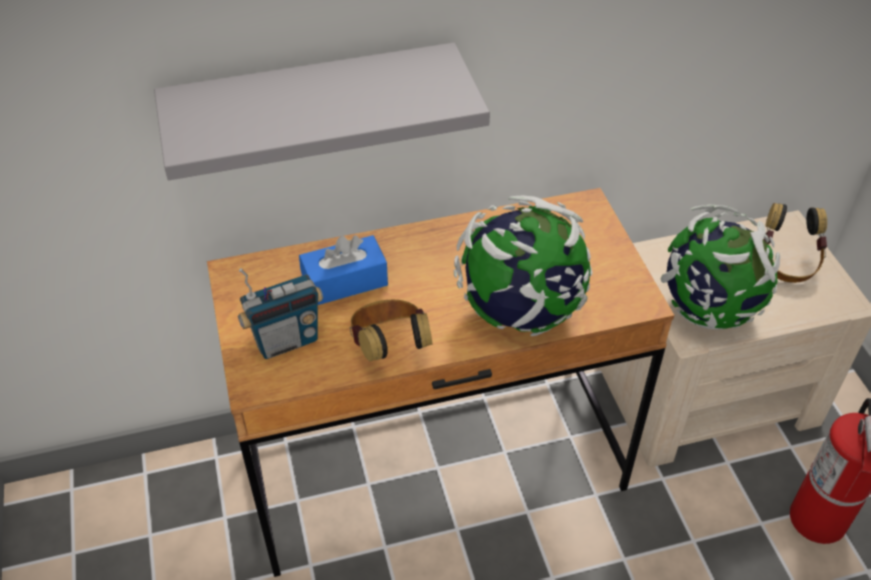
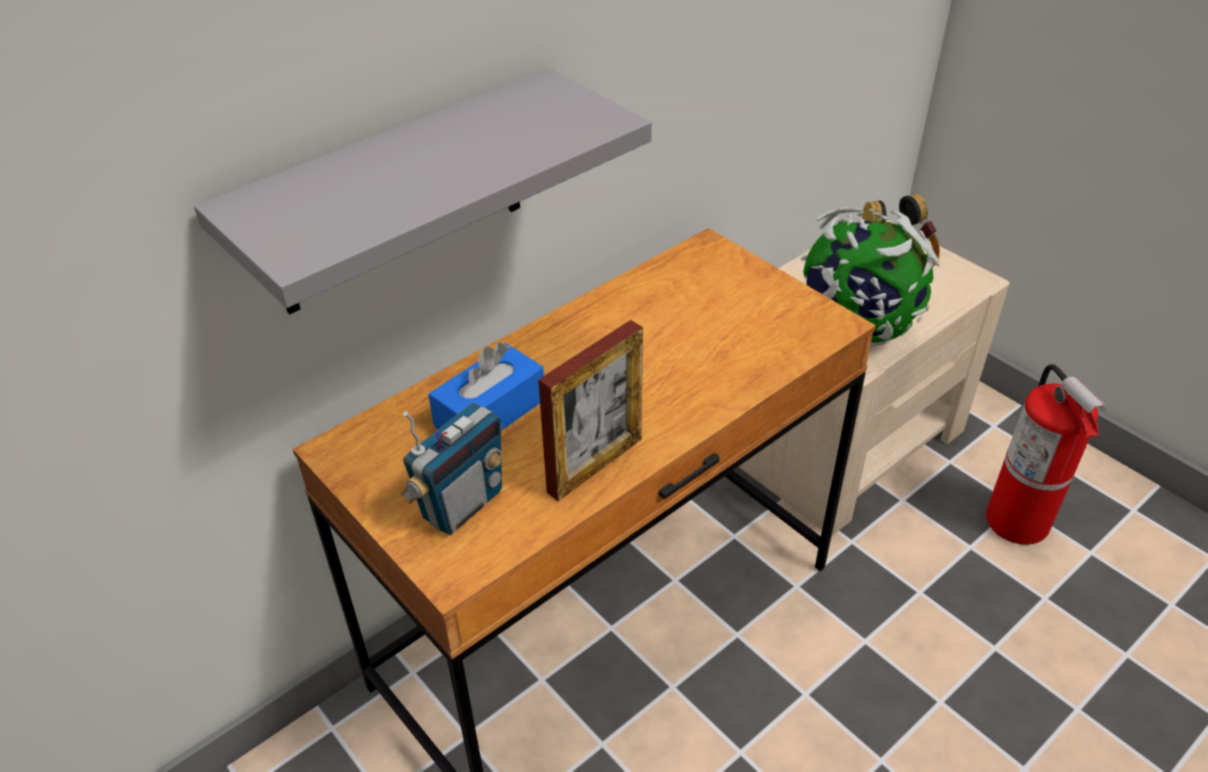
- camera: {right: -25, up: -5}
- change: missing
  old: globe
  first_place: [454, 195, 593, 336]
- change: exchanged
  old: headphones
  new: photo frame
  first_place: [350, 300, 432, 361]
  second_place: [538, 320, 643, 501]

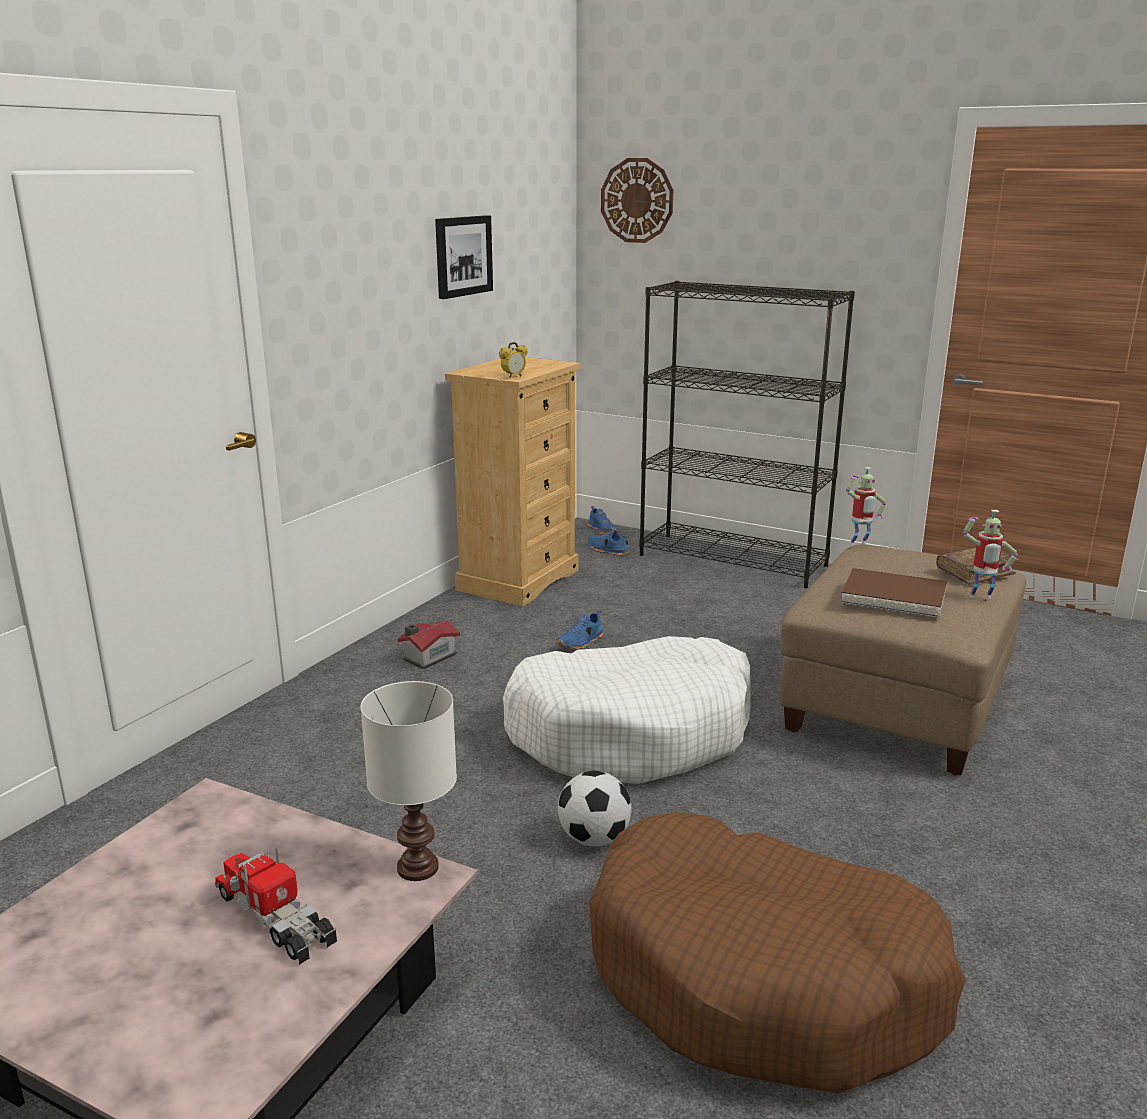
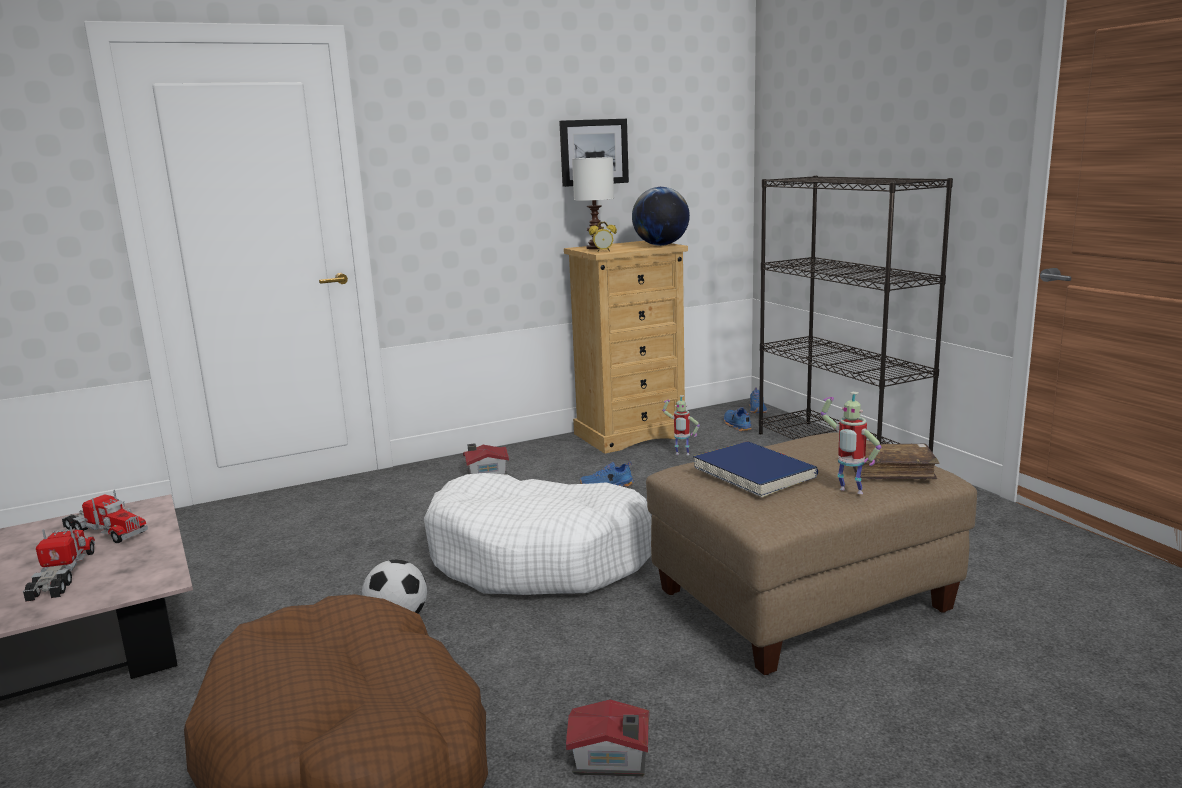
- camera: {right: 35, up: -5}
- change: missing
  old: hanging clock
  first_place: [601, 158, 673, 243]
- change: appeared
  new: model truck
  second_place: [62, 490, 148, 543]
- change: appeared
  new: toy house
  second_place: [566, 699, 649, 777]
- change: appeared
  new: globe
  second_place: [632, 187, 690, 246]
- change: relocated
  old: whitish lamp for a table
  first_place: [360, 681, 457, 881]
  second_place: [572, 157, 614, 249]
- change: relocated
  old: robot figure
  first_place: [846, 467, 886, 546]
  second_place: [662, 395, 700, 455]
- change: colour
  old: brown book
  new: bluish book
  first_place: [841, 568, 947, 618]
  second_place: [693, 441, 818, 497]

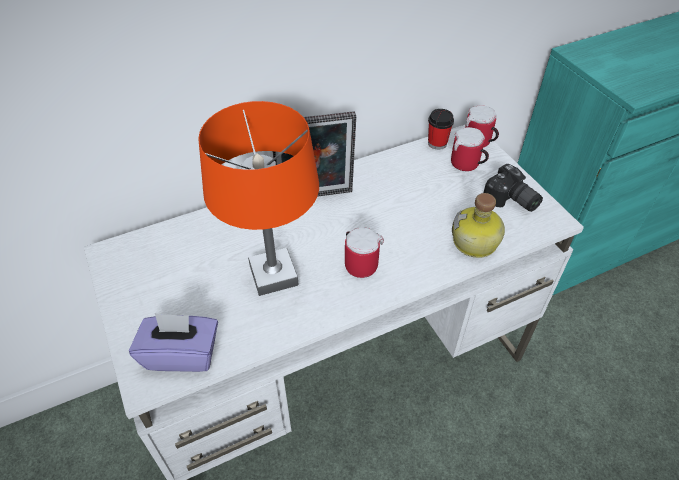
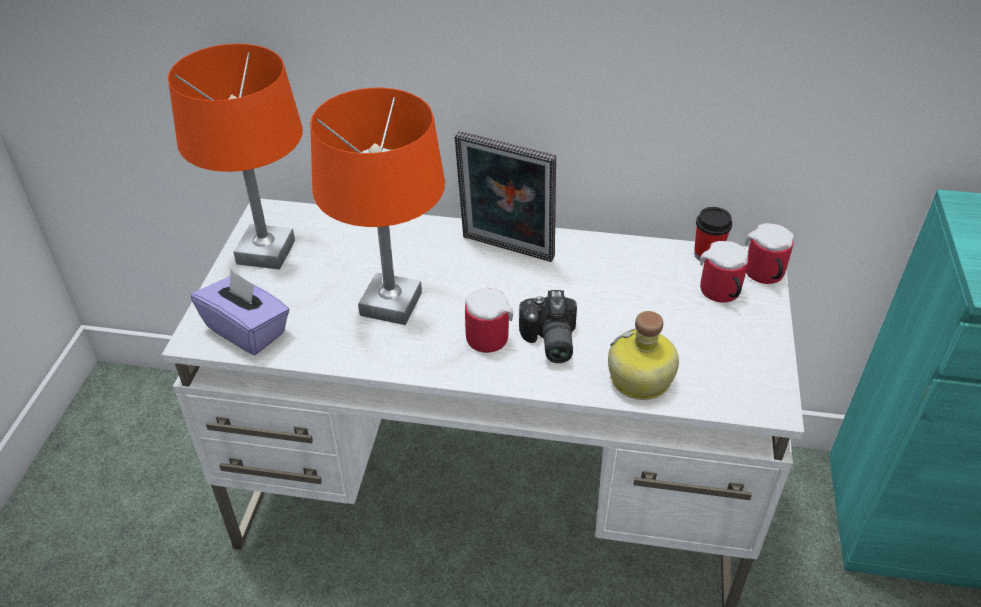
- camera: {right: 35, up: -5}
- change: appeared
  new: orangey lamp for a table
  second_place: [168, 44, 303, 270]
- change: relocated
  old: photo camera
  first_place: [483, 164, 543, 212]
  second_place: [519, 290, 577, 363]

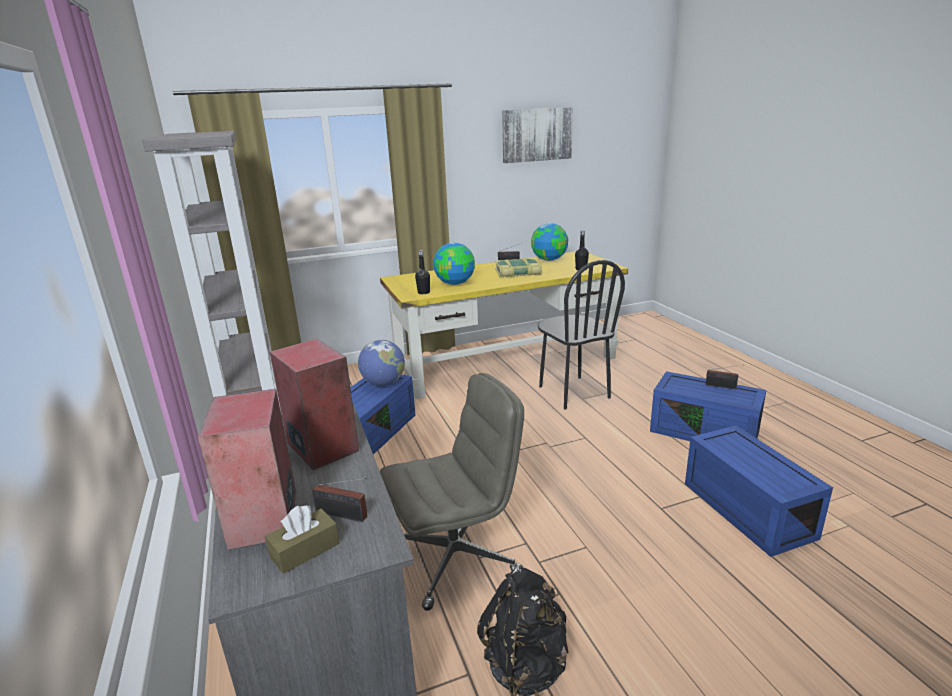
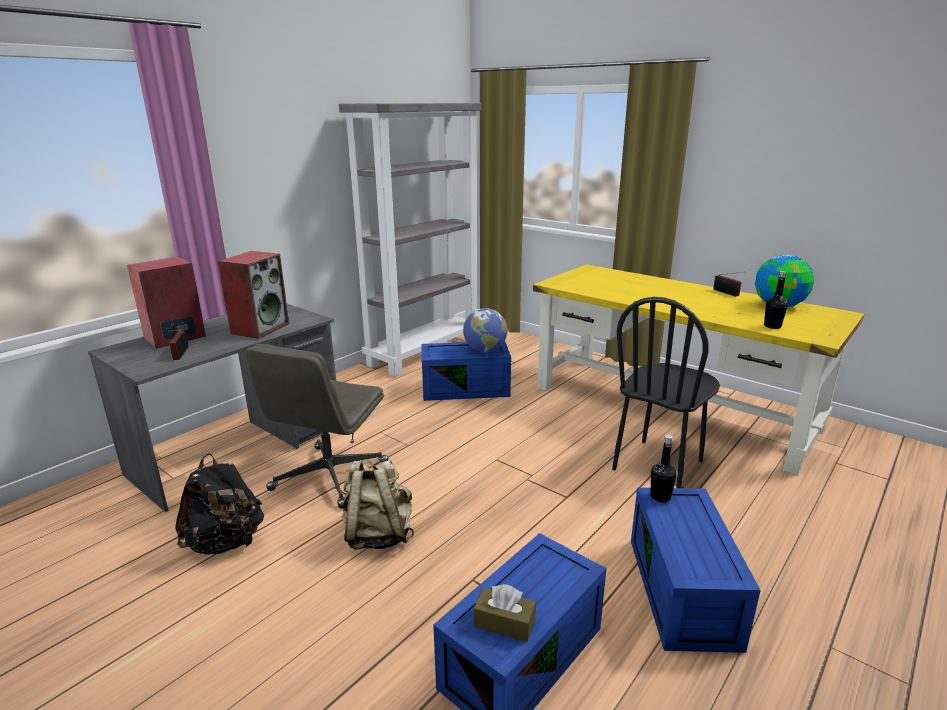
- camera: {right: 60, up: 0}
- change: missing
  old: globe
  first_place: [433, 242, 475, 285]
- change: missing
  old: book
  first_place: [495, 258, 542, 277]
- change: missing
  old: picture
  first_place: [502, 107, 573, 163]
- change: missing
  old: radio
  first_place: [705, 365, 741, 389]
- change: appeared
  new: beige-coloured backpack
  second_place: [341, 460, 414, 550]
- change: relocated
  old: brown tissue box
  first_place: [265, 506, 339, 574]
  second_place: [474, 584, 536, 642]
- change: relocated
  old: black-coloured drink bottle
  first_place: [415, 250, 430, 294]
  second_place: [650, 435, 677, 502]
- change: spun
  old: greyish desk chair
  first_place: [380, 373, 524, 611]
  second_place: [245, 344, 389, 509]
  degrees: 75

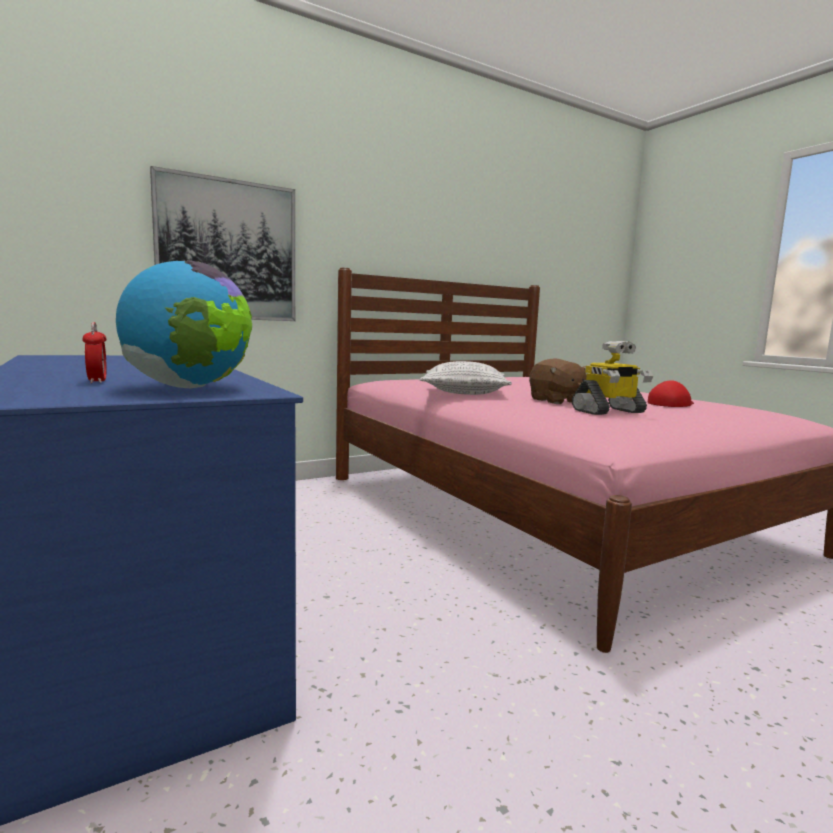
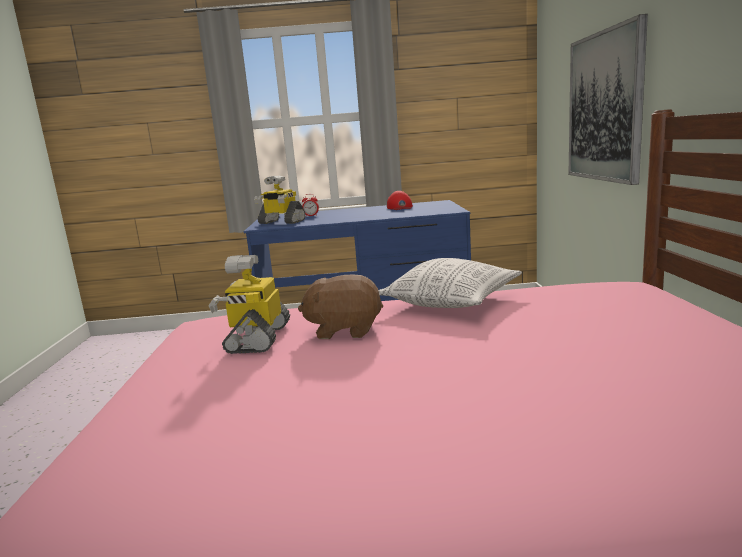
- camera: {right: 120, up: 5}
- change: relocated
  old: red peaked cap
  first_place: [648, 380, 694, 407]
  second_place: [387, 191, 413, 210]
- change: exchanged
  old: globe
  new: robot figure
  first_place: [116, 260, 252, 388]
  second_place: [254, 176, 305, 224]

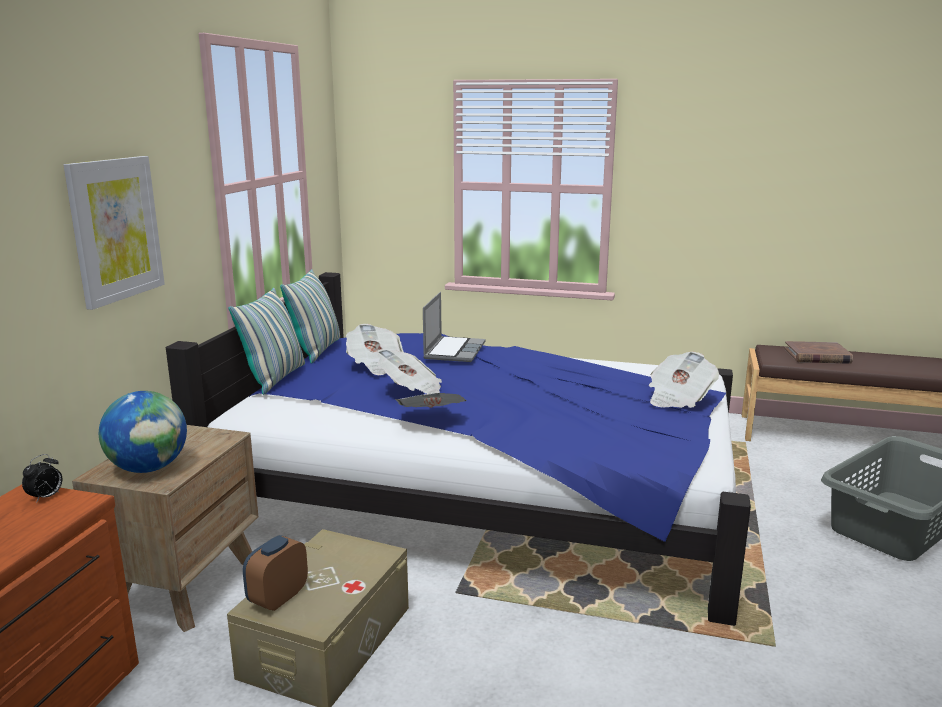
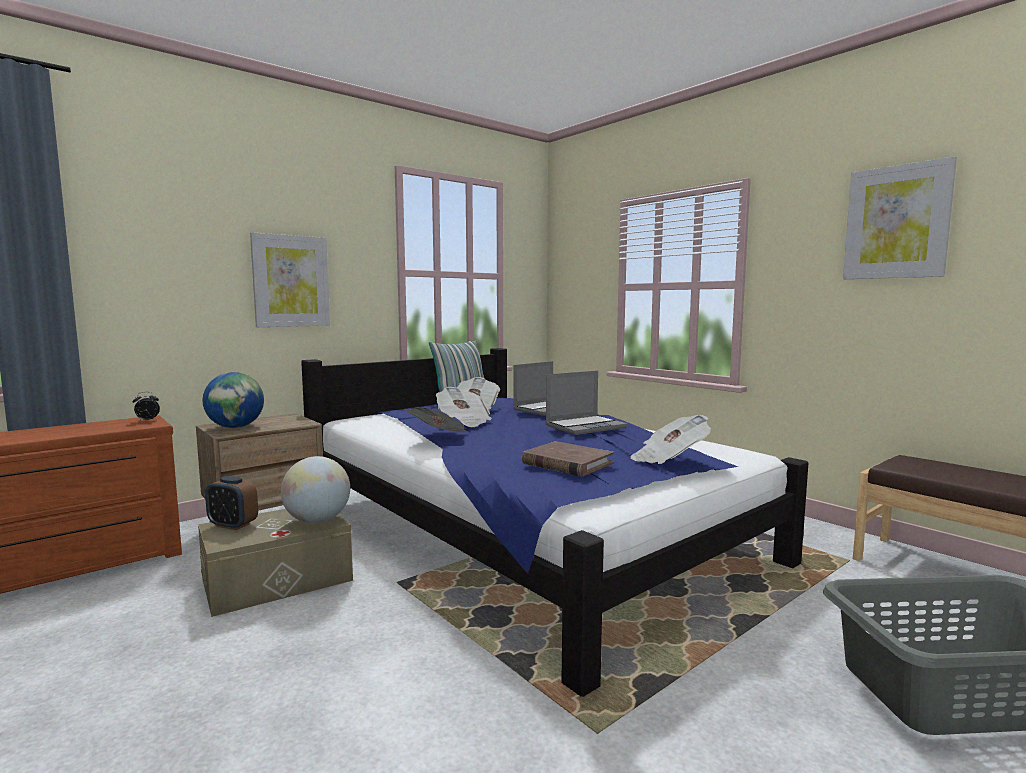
- camera: {right: 35, up: -10}
- change: missing
  old: throw pillow
  first_place: [229, 288, 305, 395]
- change: appeared
  new: globe
  second_place: [281, 456, 350, 523]
- change: appeared
  new: laptop
  second_place: [545, 371, 627, 435]
- change: appeared
  new: picture
  second_place: [843, 156, 957, 279]
- change: relocated
  old: brown book
  first_place: [785, 341, 853, 364]
  second_place: [522, 441, 614, 476]
- change: spun
  old: alarm clock
  first_place: [243, 535, 308, 611]
  second_place: [205, 476, 258, 530]
  degrees: -135

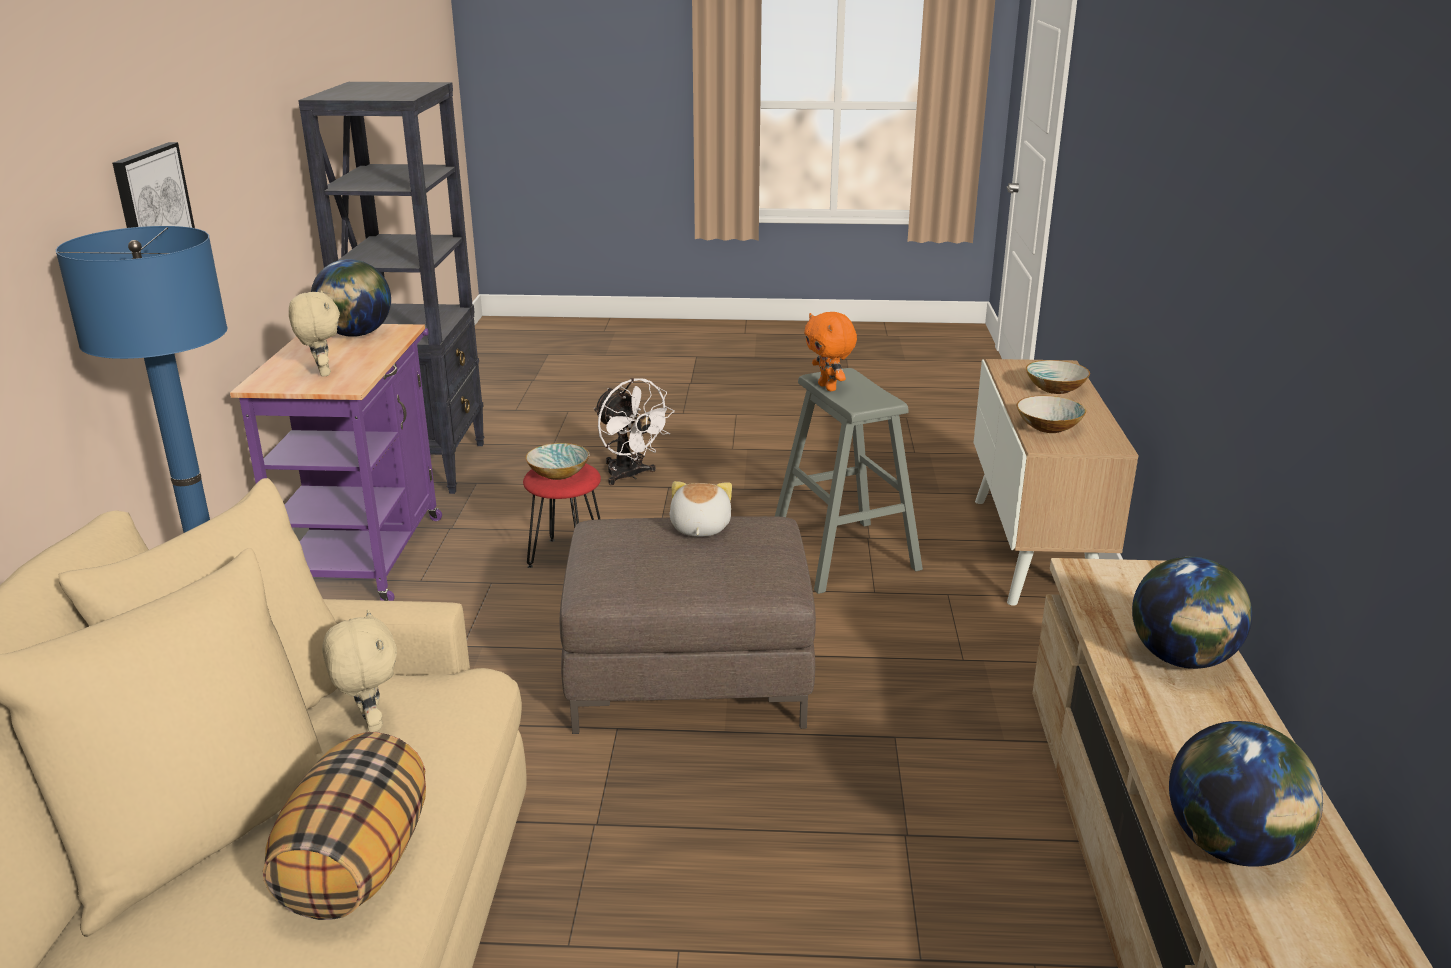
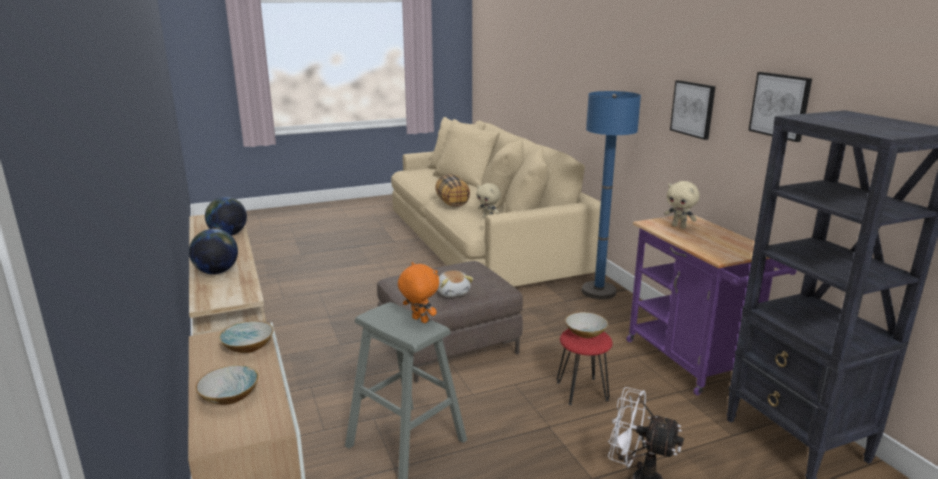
- camera: {right: 155, up: -5}
- change: missing
  old: globe
  first_place: [311, 259, 391, 337]
- change: appeared
  new: picture
  second_place: [748, 72, 812, 142]

